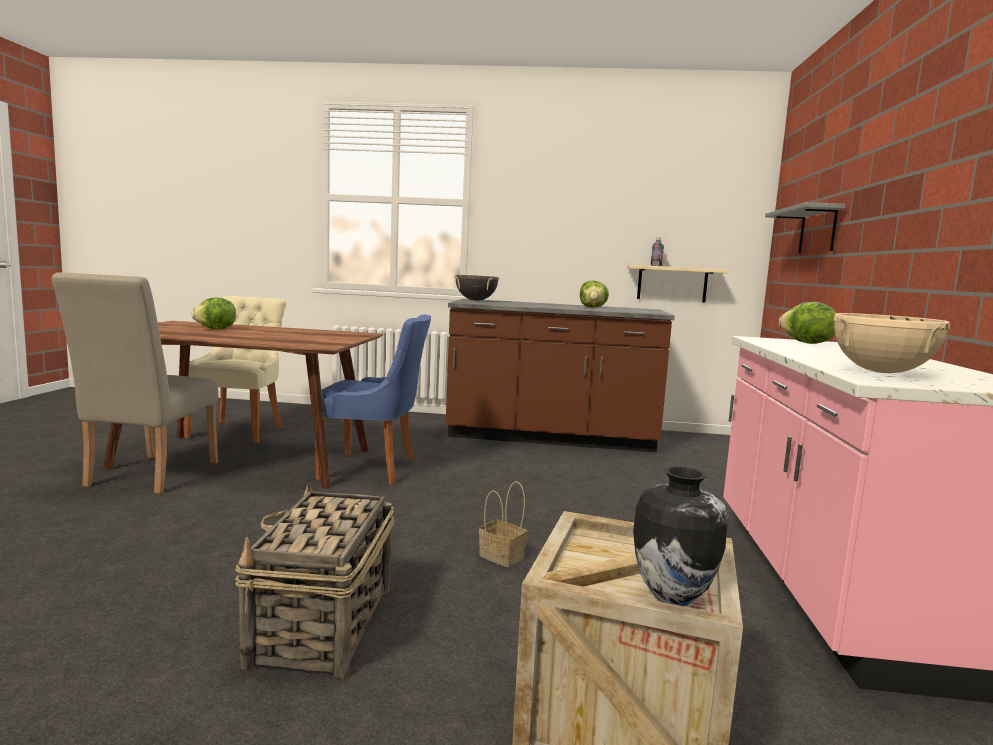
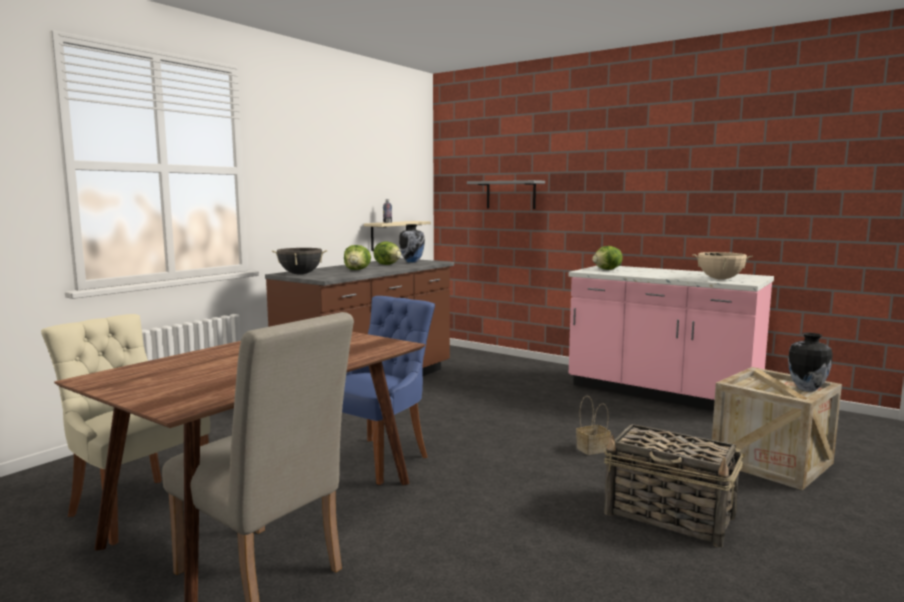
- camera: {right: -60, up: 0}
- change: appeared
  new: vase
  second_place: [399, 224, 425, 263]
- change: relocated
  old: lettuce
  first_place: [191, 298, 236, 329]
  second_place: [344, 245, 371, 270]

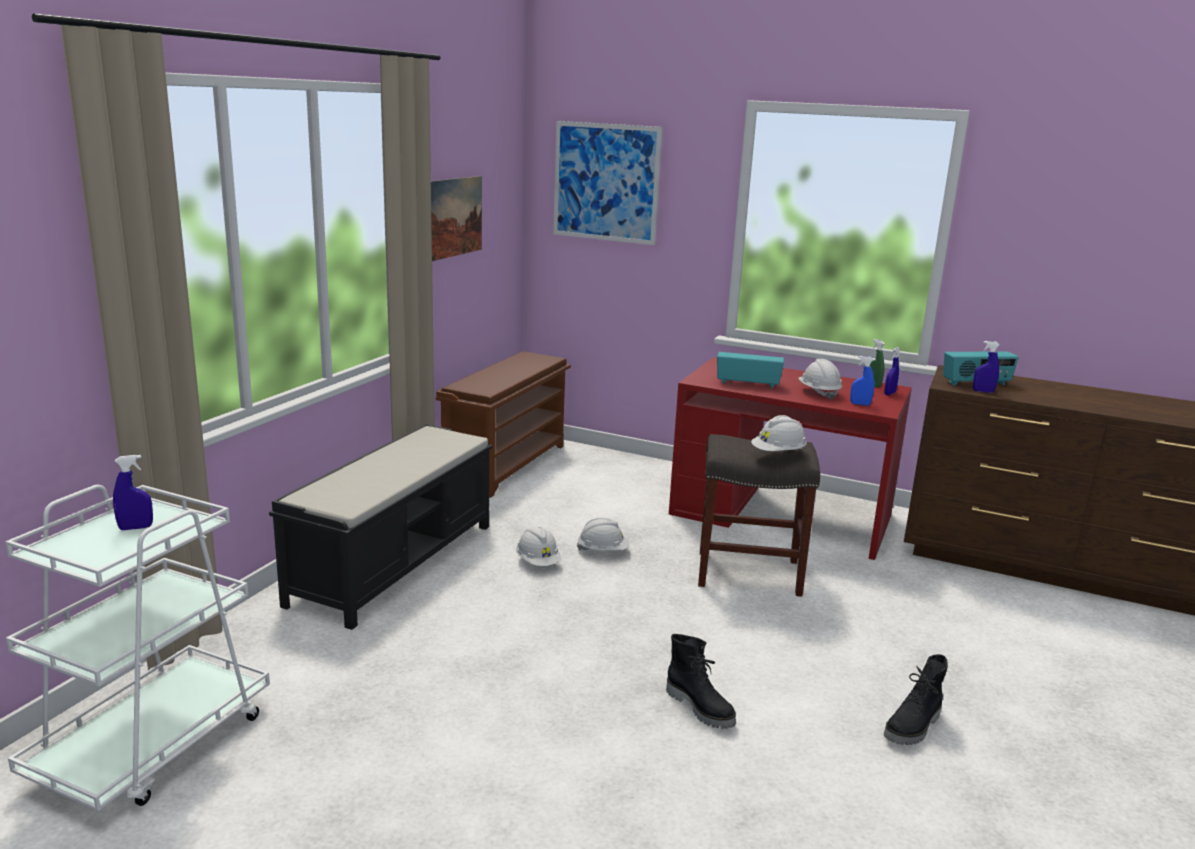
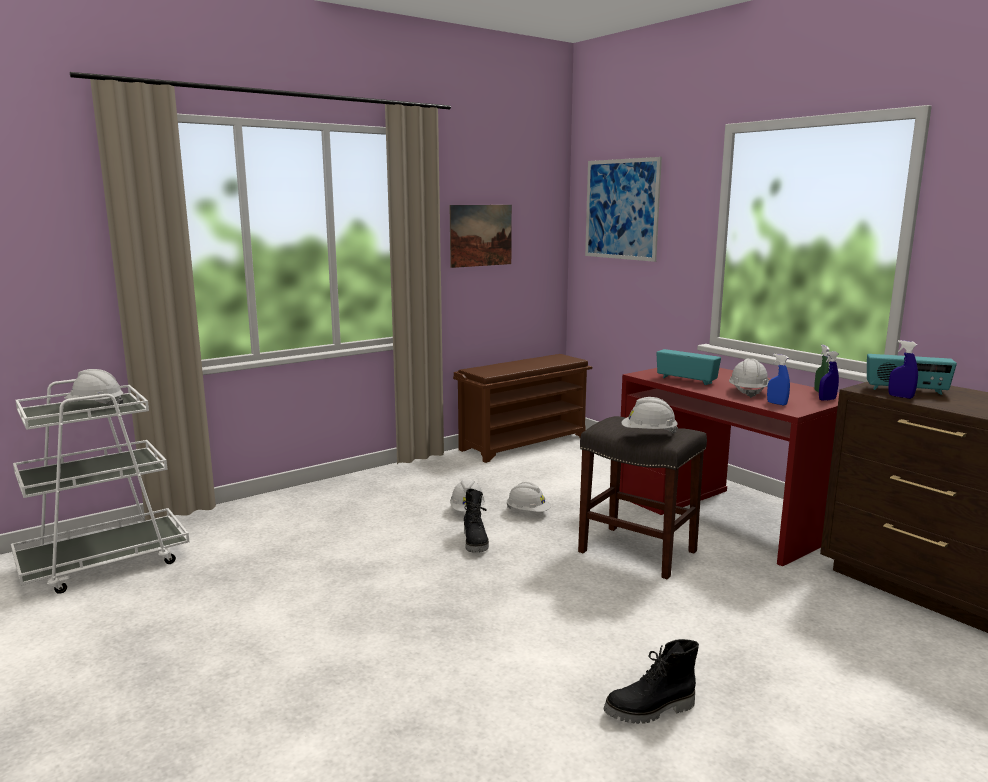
- camera: {right: 30, up: -5}
- change: missing
  old: black-coloured indoor bench
  first_place: [269, 424, 492, 630]
- change: relocated
  old: black-coloured high-top boot
  first_place: [666, 634, 736, 729]
  second_place: [464, 489, 489, 553]
- change: exchanged
  old: bluish sprayer
  new: whitish hard hat
  first_place: [113, 455, 153, 530]
  second_place: [64, 369, 123, 405]

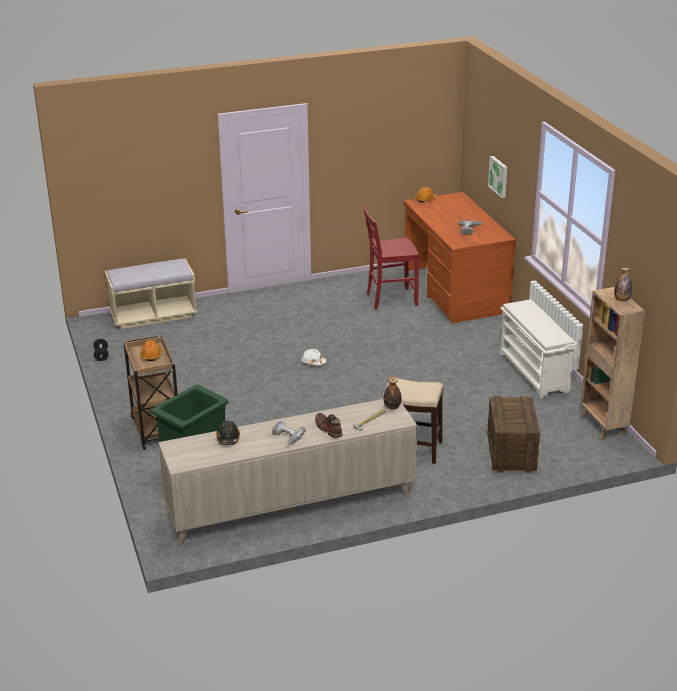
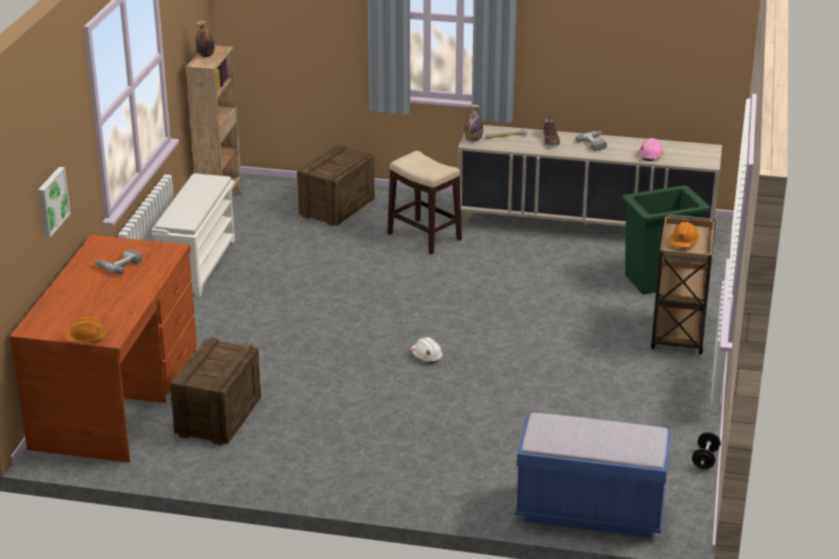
- camera: {right: -150, up: 0}
- change: exchanged
  old: red upright chair
  new: crate
  first_place: [364, 206, 419, 309]
  second_place: [170, 338, 261, 445]
- change: colour
  old: beige-coloured indoor bench
  new: bluish indoor bench
  first_place: [105, 258, 197, 329]
  second_place: [515, 413, 671, 538]
- change: colour
  old: black-coloured hard hat
  new: pinkish hard hat
  first_place: [216, 421, 240, 445]
  second_place: [638, 138, 664, 161]

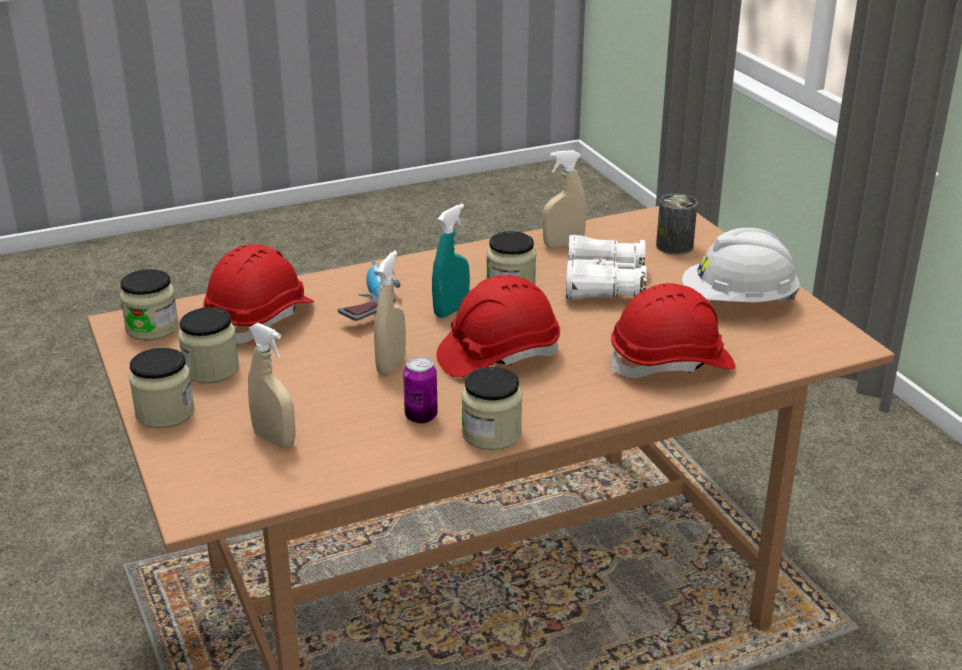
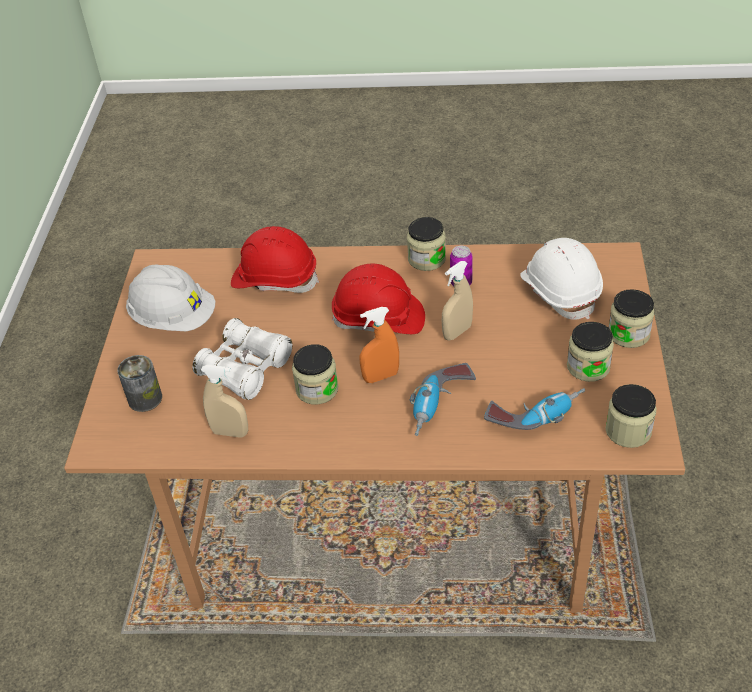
- camera: {right: -150, up: 15}
- change: exchanged
  old: red hard hat
  new: electric drill
  first_place: [203, 244, 314, 344]
  second_place: [484, 388, 585, 430]
- change: exchanged
  old: beige-coloured sprayer
  new: whitish hard hat
  first_place: [248, 323, 295, 448]
  second_place: [520, 238, 603, 320]
- change: colour
  old: turquoise sprayer
  new: orangey sprayer
  first_place: [432, 204, 470, 318]
  second_place: [359, 307, 399, 383]

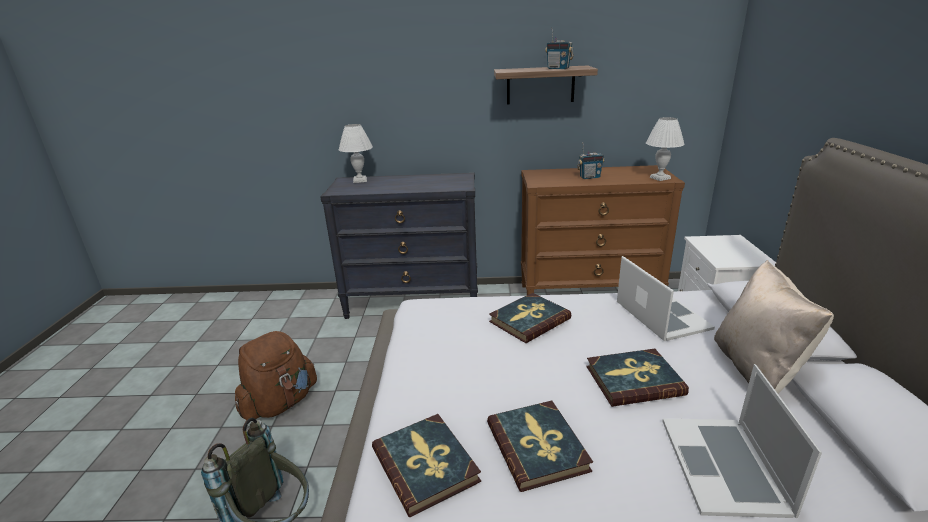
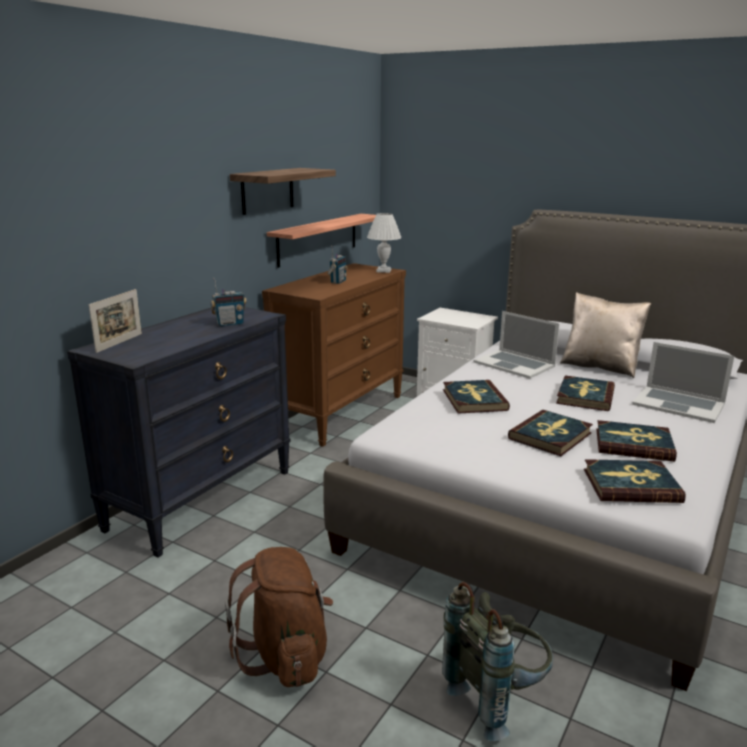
- camera: {right: -60, up: -5}
- change: appeared
  new: bracket shelf
  second_place: [267, 214, 376, 268]
- change: appeared
  new: book
  second_place: [508, 410, 593, 456]
- change: relocated
  old: radio
  first_place: [545, 29, 574, 69]
  second_place: [210, 278, 247, 326]
- change: exchanged
  old: whitish lamp for a table
  new: photo frame
  first_place: [339, 124, 373, 183]
  second_place: [89, 289, 142, 353]
- change: spun
  old: laptop
  first_place: [617, 256, 715, 341]
  second_place: [473, 311, 560, 379]
  degrees: -150

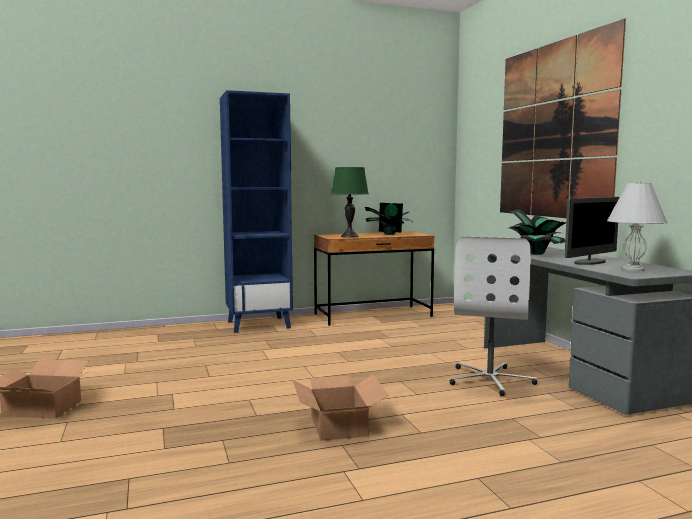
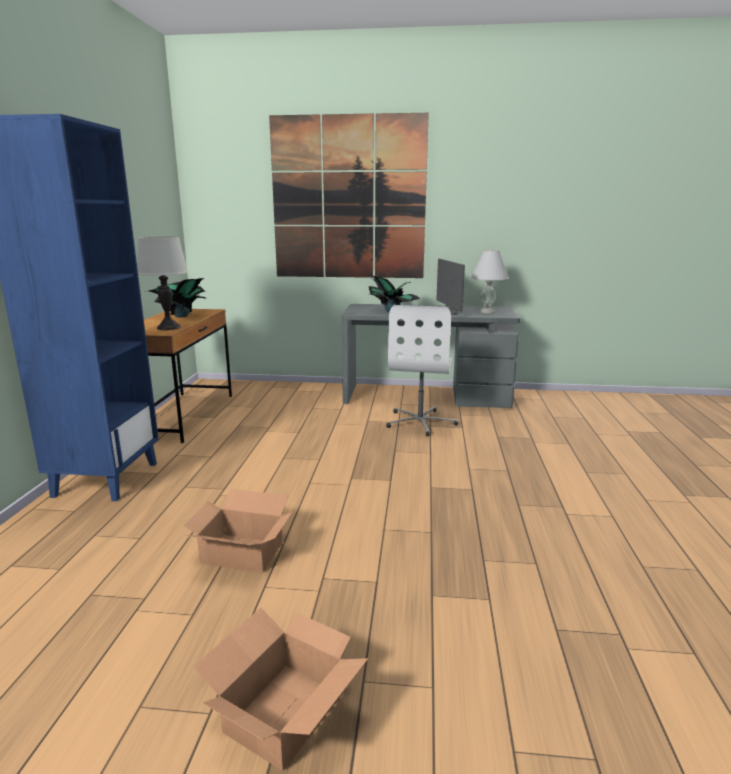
- camera: {right: -65, up: 10}
- change: relocated
  old: carton
  first_place: [292, 375, 389, 441]
  second_place: [184, 488, 293, 573]
- change: colour
  old: green-coloured lamp for a table
  new: whitish lamp for a table
  first_place: [331, 167, 369, 238]
  second_place: [137, 236, 188, 330]
- change: spun
  old: whitish desk chair
  first_place: [450, 237, 537, 396]
  second_place: [386, 305, 458, 436]
  degrees: 60

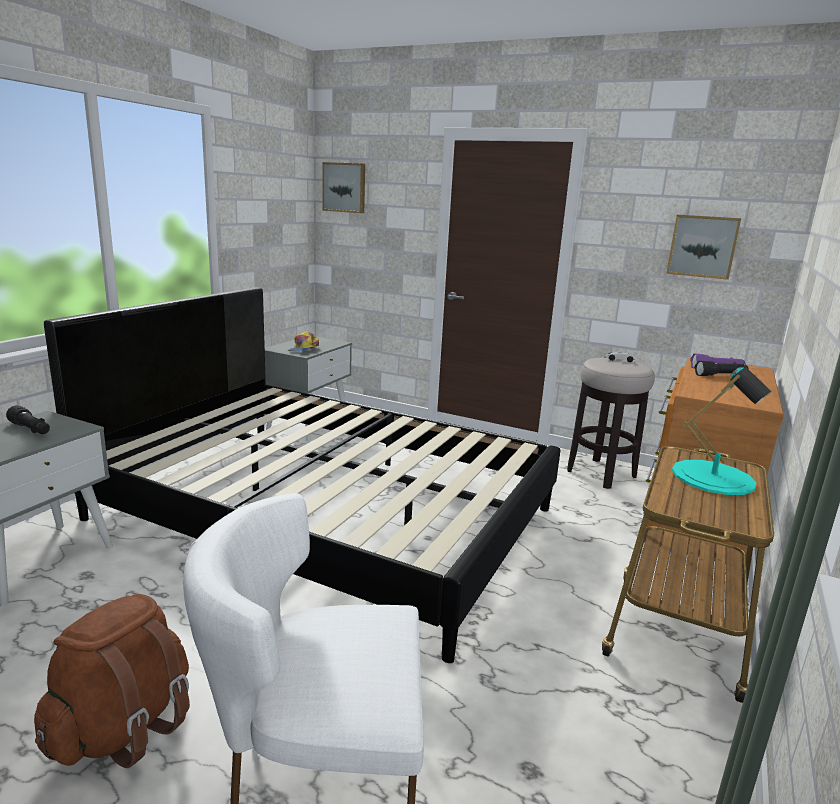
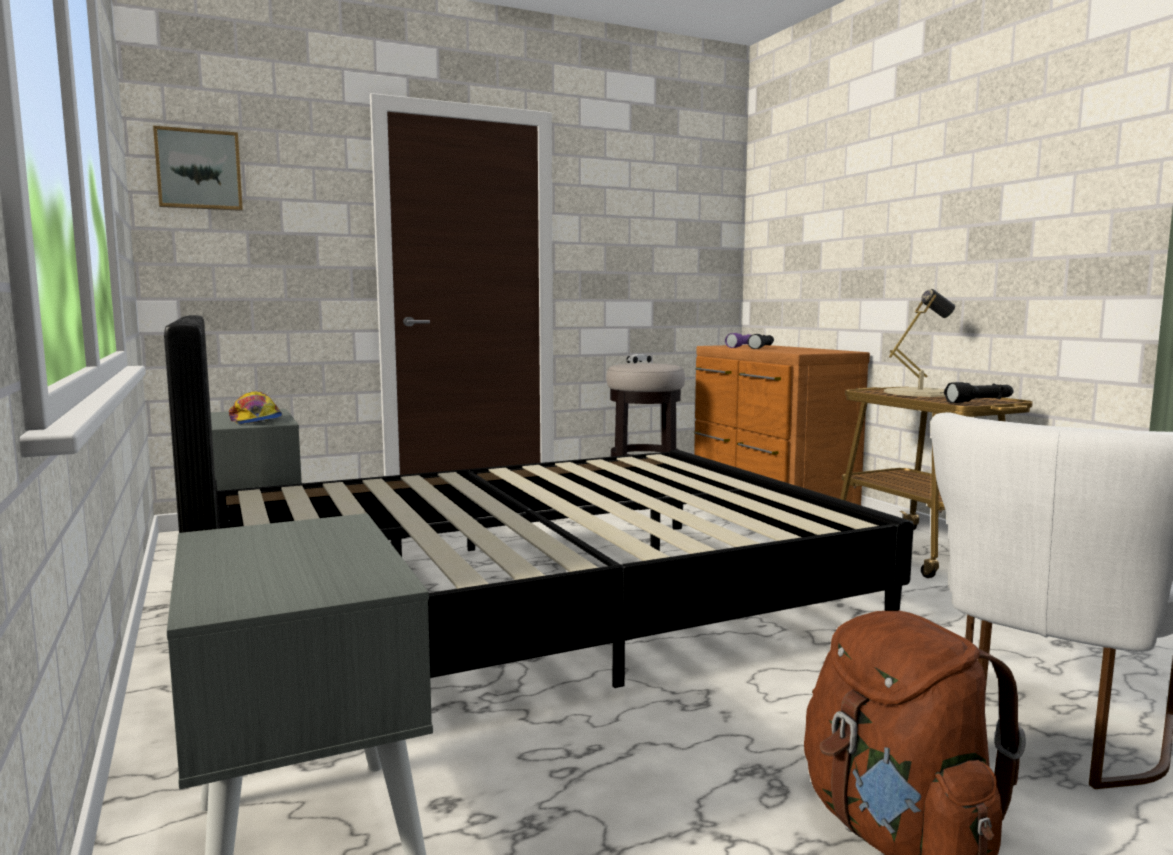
- camera: {right: -50, up: -10}
- change: missing
  old: picture
  first_place: [666, 215, 741, 280]
- change: relocated
  old: black-coloured hand torch
  first_place: [6, 405, 50, 434]
  second_place: [944, 382, 1014, 403]
- change: colour
  old: turquoise lamp for a table
  new: beige-coloured lamp for a table
  first_place: [672, 367, 772, 495]
  second_place: [884, 289, 955, 397]

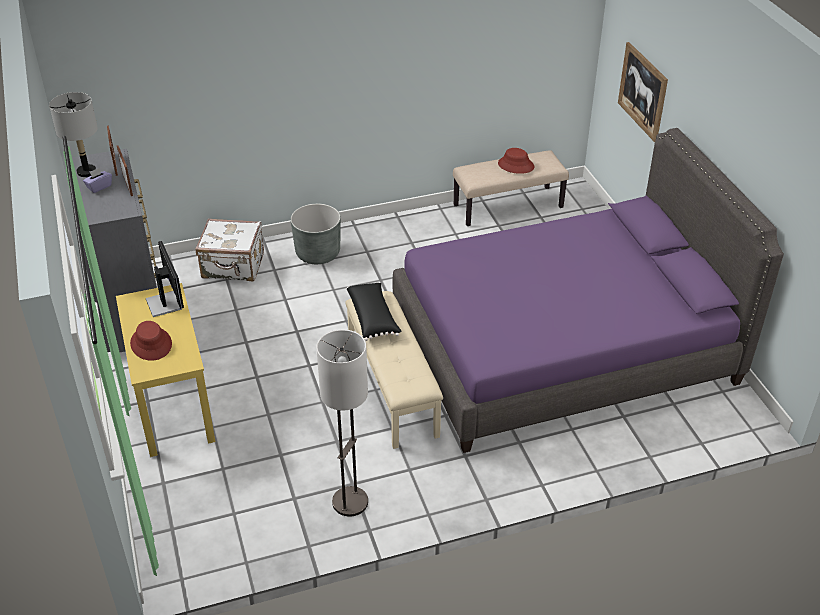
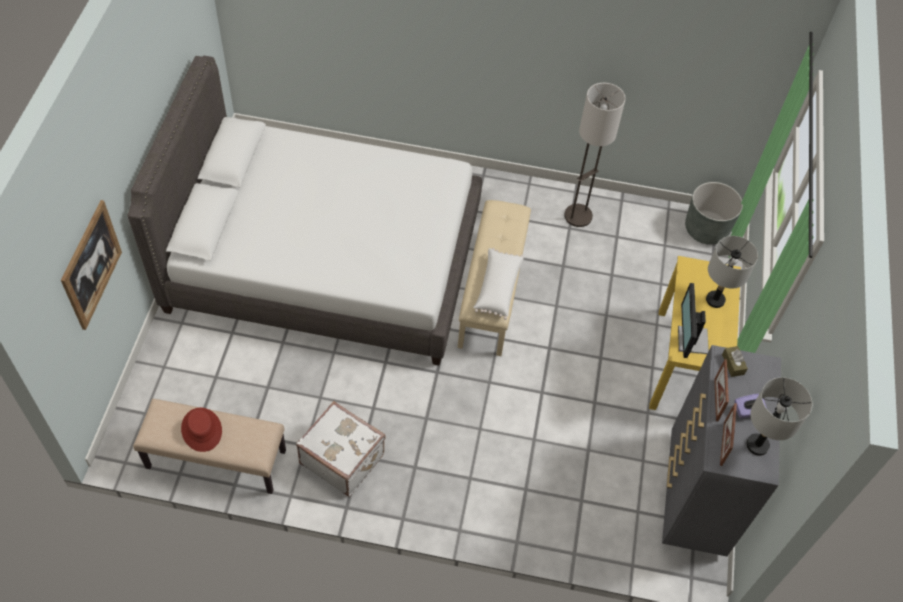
- camera: {right: -155, up: 15}
- change: appeared
  new: brown tissue box
  second_place: [722, 346, 748, 377]
- change: relocated
  old: whitish suitcase
  first_place: [195, 219, 264, 281]
  second_place: [296, 401, 386, 497]
- change: relocated
  old: greyish flower pot
  first_place: [291, 204, 341, 264]
  second_place: [685, 182, 743, 245]
- change: exchanged
  old: red wearable hat
  new: greyish lamp for a table
  first_place: [130, 321, 172, 361]
  second_place: [706, 236, 758, 308]
- change: colour
  old: black-coloured throw pillow
  new: whitish throw pillow
  first_place: [347, 282, 402, 341]
  second_place: [473, 248, 524, 320]
- change: colour
  old: purple-coloured sleeping bed
  new: whitish sleeping bed
  first_place: [393, 128, 784, 453]
  second_place: [127, 56, 482, 365]

